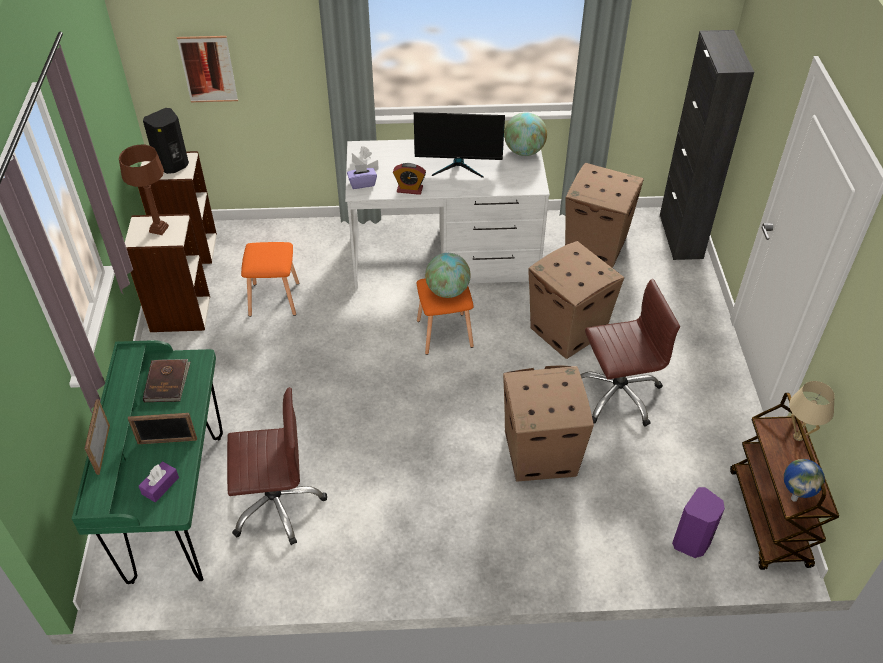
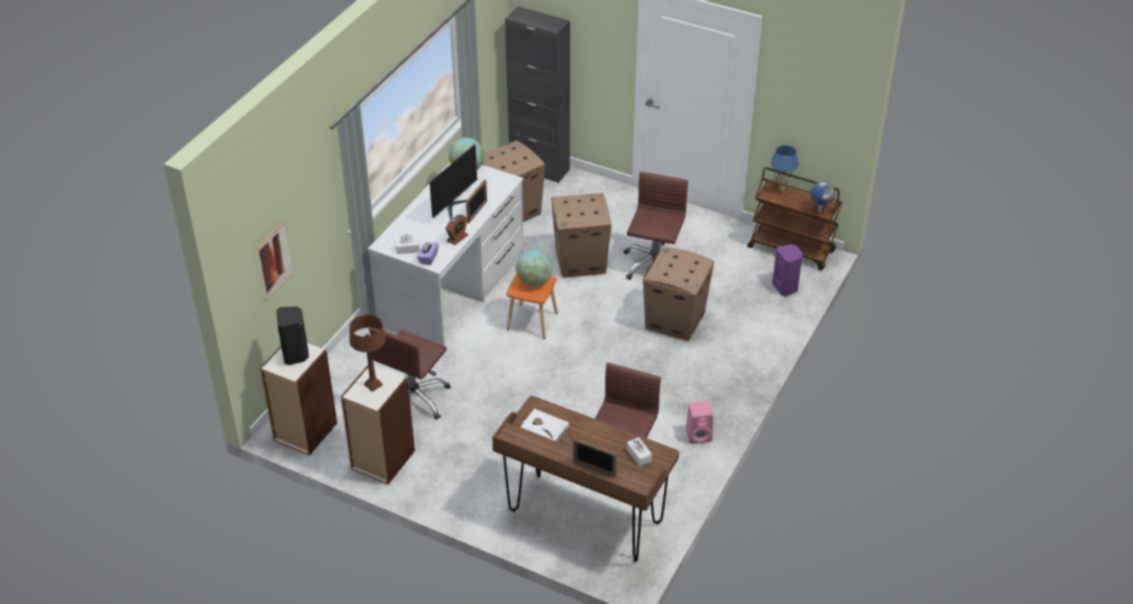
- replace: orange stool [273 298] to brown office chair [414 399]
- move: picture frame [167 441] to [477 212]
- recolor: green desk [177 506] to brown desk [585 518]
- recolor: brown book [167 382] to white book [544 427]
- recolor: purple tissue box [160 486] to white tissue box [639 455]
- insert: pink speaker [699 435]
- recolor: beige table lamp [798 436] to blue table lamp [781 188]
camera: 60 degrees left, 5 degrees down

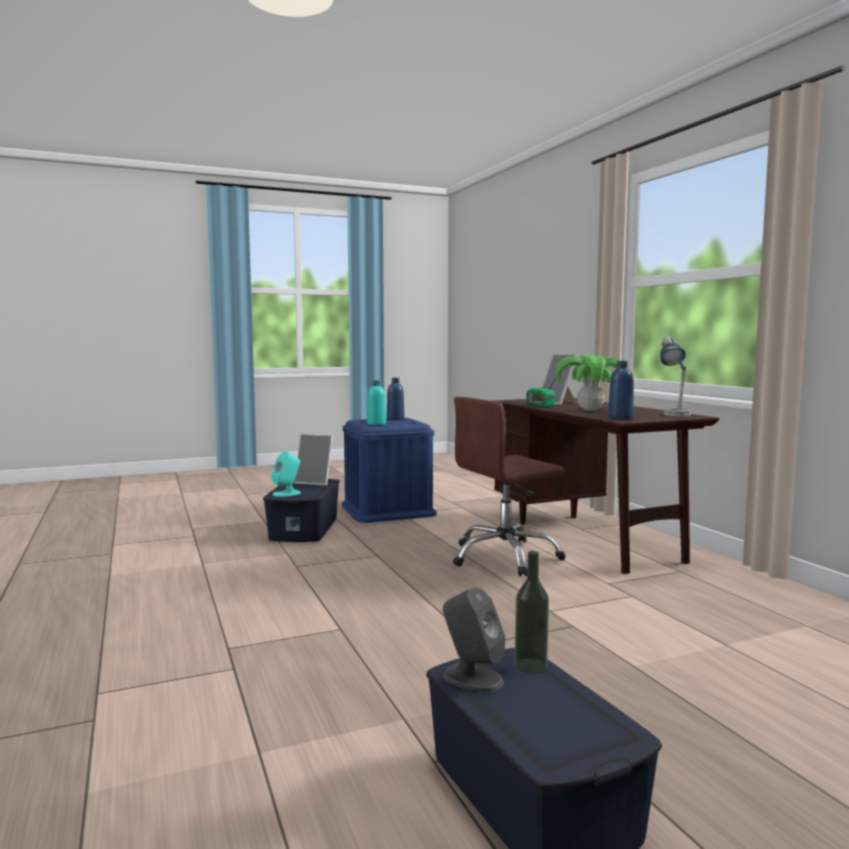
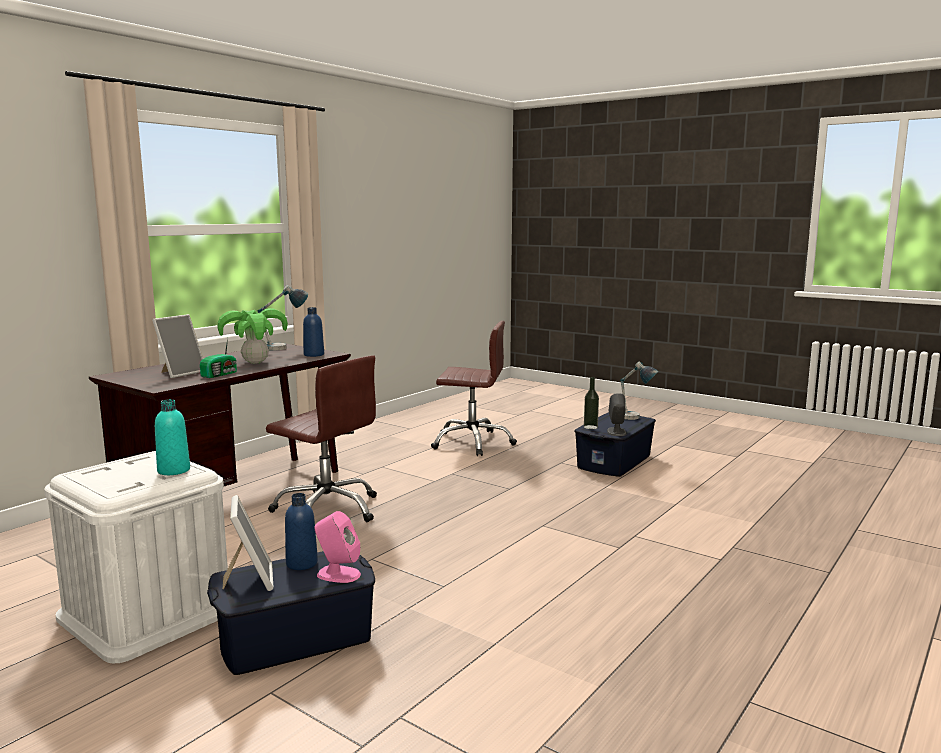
- recolor: blue storage box [387 509] to white storage box [148 612]
- move: blue bottle [395 419] to [301 563]
- recolor: turquoise speaker [287 493] to pink speaker [338 574]
- insert: brown office chair [472 442]
- insert: table lamp [635 419]
camera: 120 degrees left, 5 degrees up

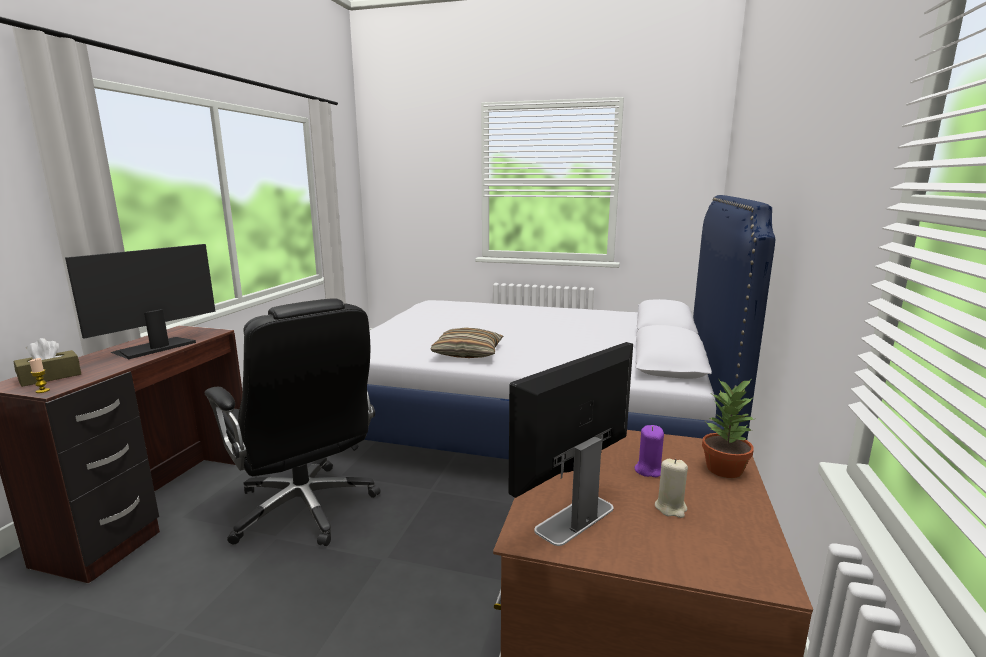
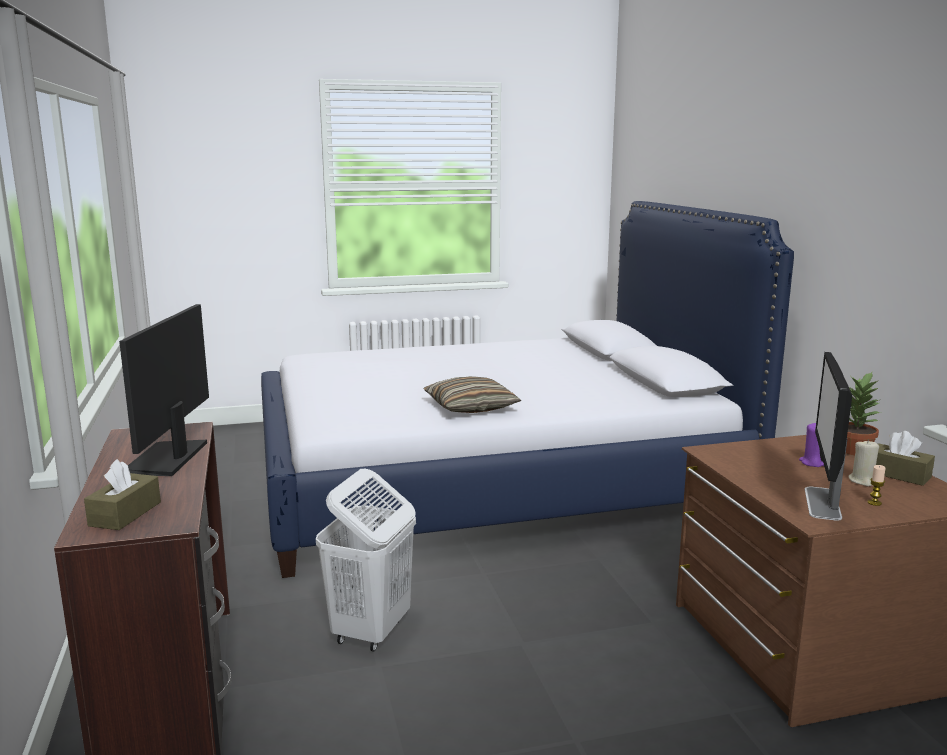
- replace: black office chair [305 508] to white laundry basket [370 631]
- move: candle [42 391] to [874 503]
- insert: brown tissue box [898 474]
camera: 30 degrees left, 0 degrees up

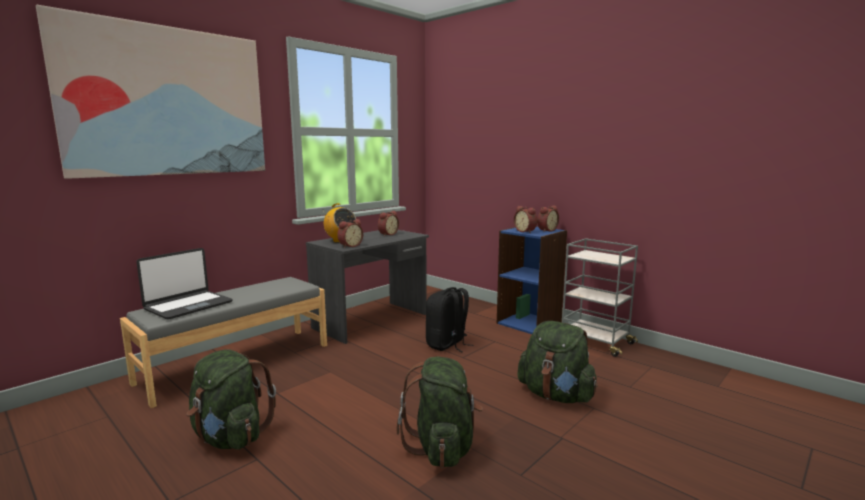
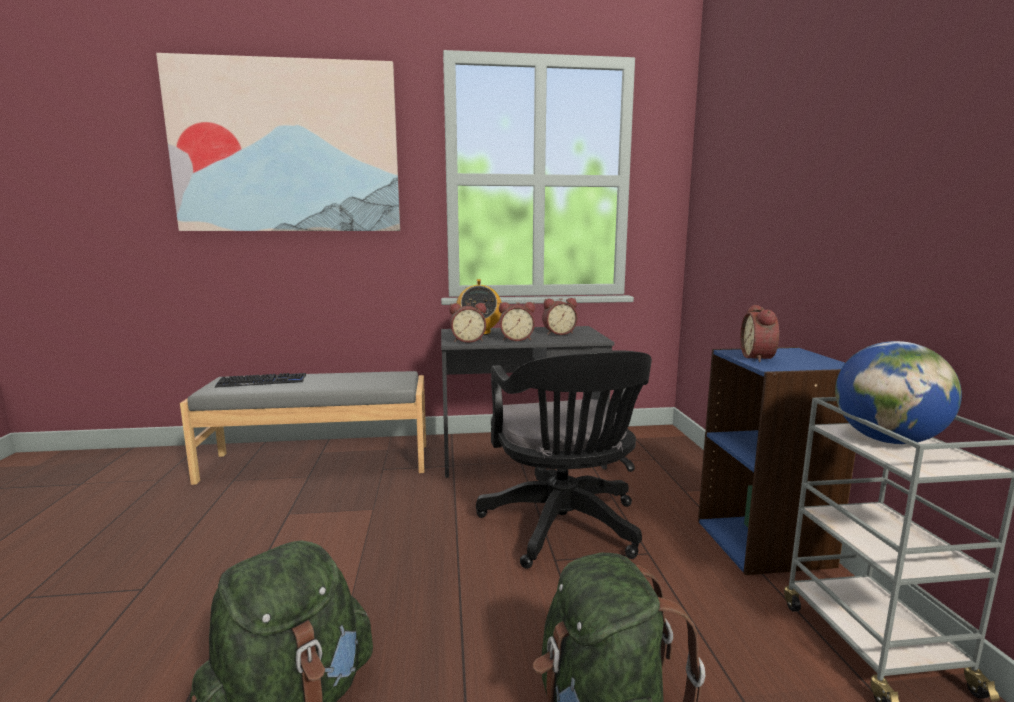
- replace: laptop [188 305] to keyboard [262 382]
- replace: black backpack [447 345] to black office chair [564 529]
- move: alarm clock [546 230] to [516 339]
- insert: globe [887 440]
- delete: green backpack [230 437]
camera: 40 degrees right, 0 degrees up

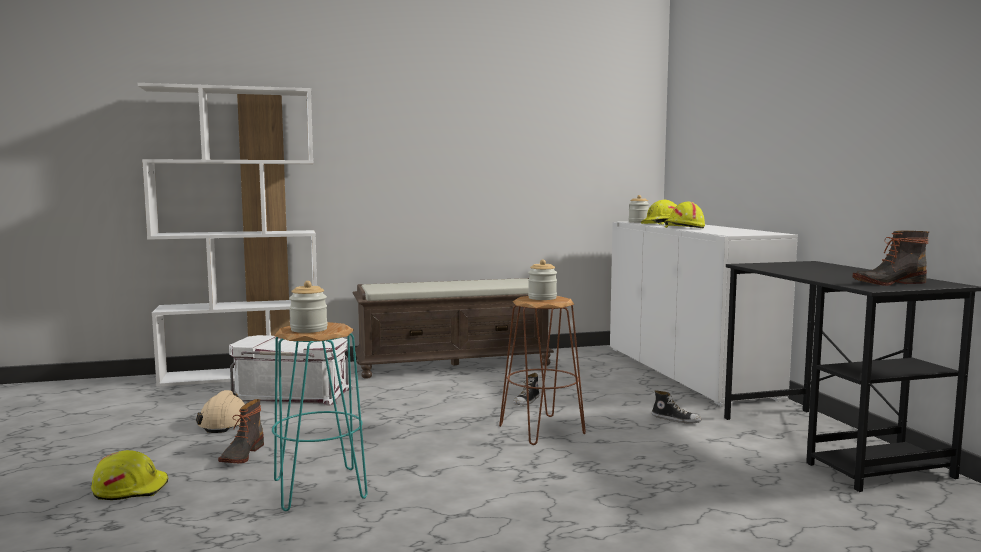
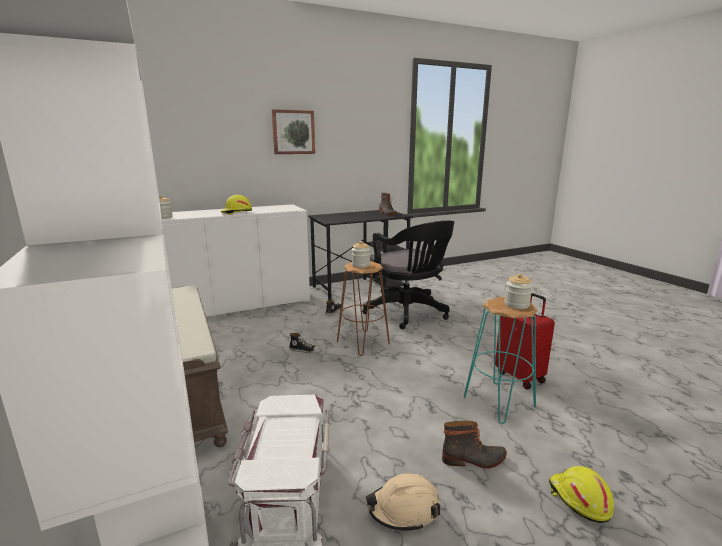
- insert: picture [293 132]
- insert: black office chair [408 313]
- insert: red suitcase [520 376]
- delete: yellow hard hat [662 224]
camera: 100 degrees left, 10 degrees up

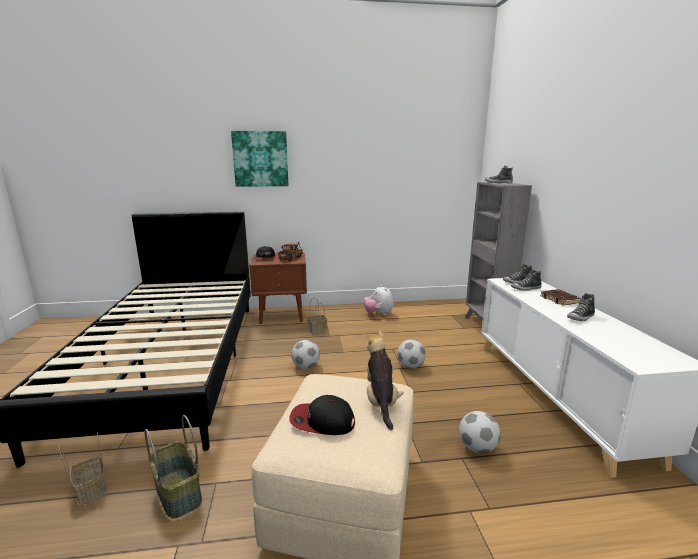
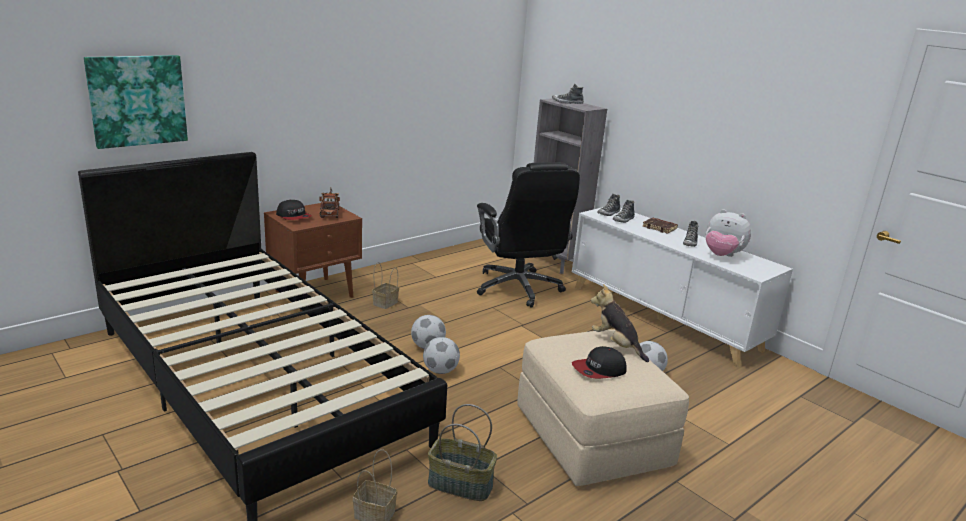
- move: picture [260 159] to [137 100]
- move: football [410 366] to [440 371]
- insert: black office chair [518 288]
- move: plush toy [378 314] to [722 255]
camera: 35 degrees left, 5 degrees up

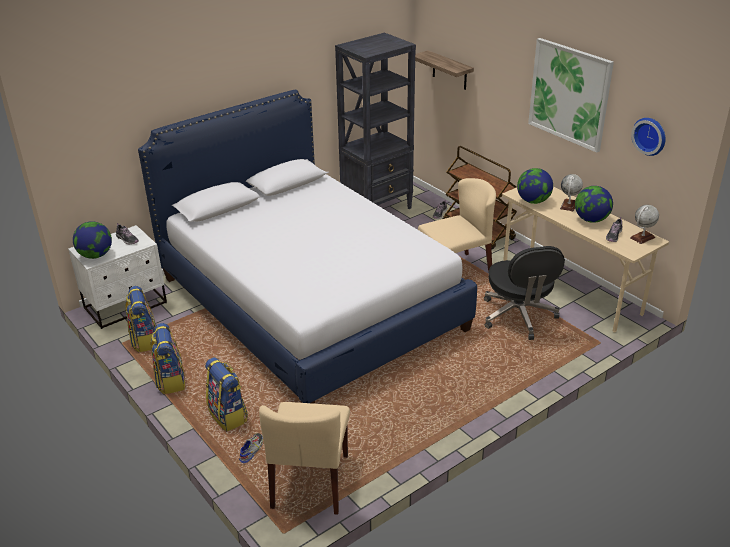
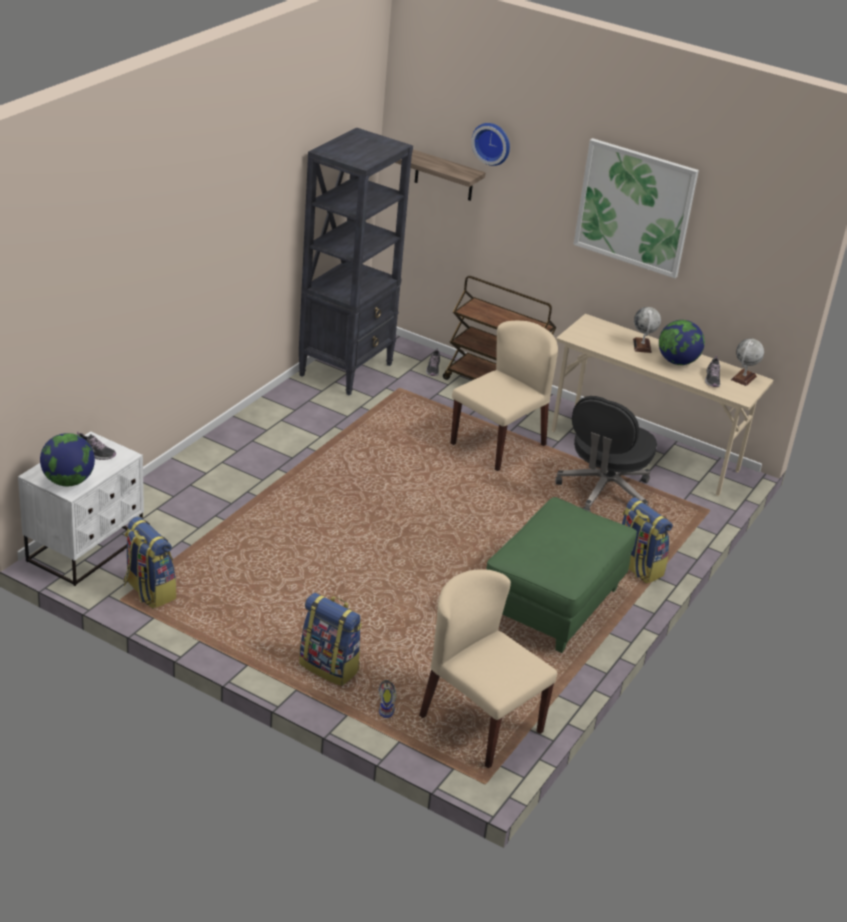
- rotate: beige chair [311 482] = [480 723] 150 degrees clockwise
- move: wall clock [650 135] to [492 143]
- insert: green ottoman [553 604]
- rotate: black office chair [518 317] = [604 492] 60 degrees clockwise
- move: backpack [170 380] to [636 568]
- delete: bed [309 303]
- delete: globe [533 201]
camera: 25 degrees left, 0 degrees up

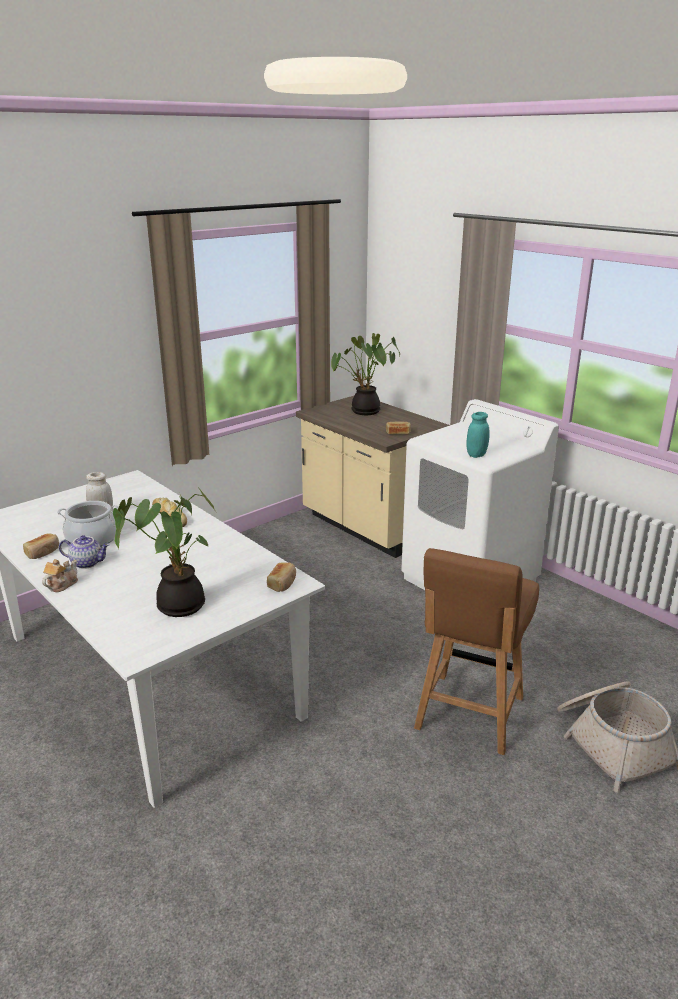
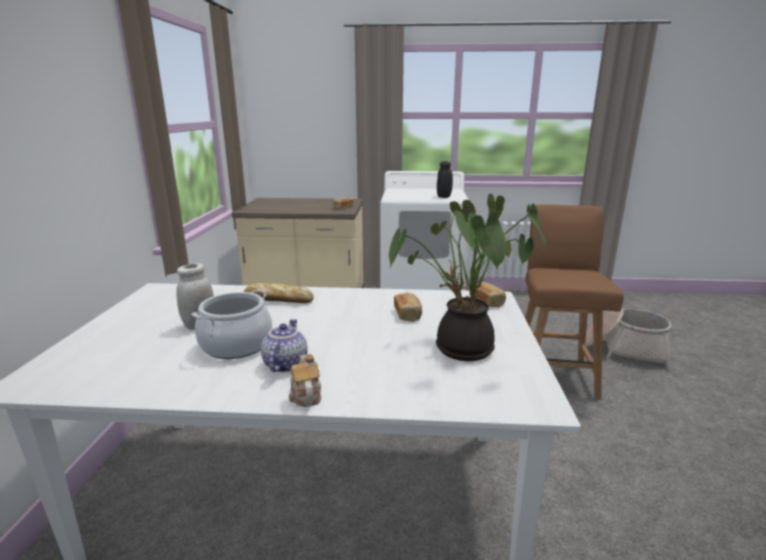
- rotate: teapot [87 563] = [284 364] 45 degrees counterclockwise
- move: bread [43 552] to [408 314]
- recolor: turquoise jar [476 455] to black jar [444 197]
- rotate: brown chair [468 714] = [554 374] 150 degrees counterclockwise
- delete: potted plant [364 412]
camera: 45 degrees left, 5 degrees down

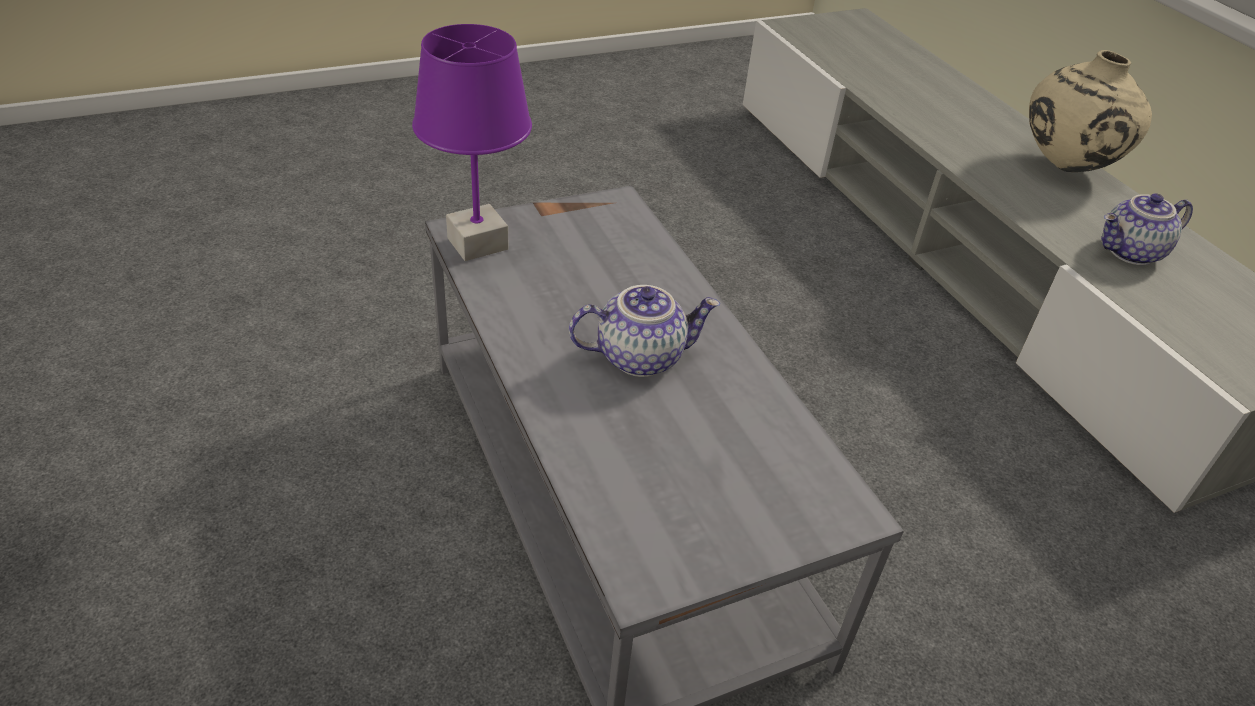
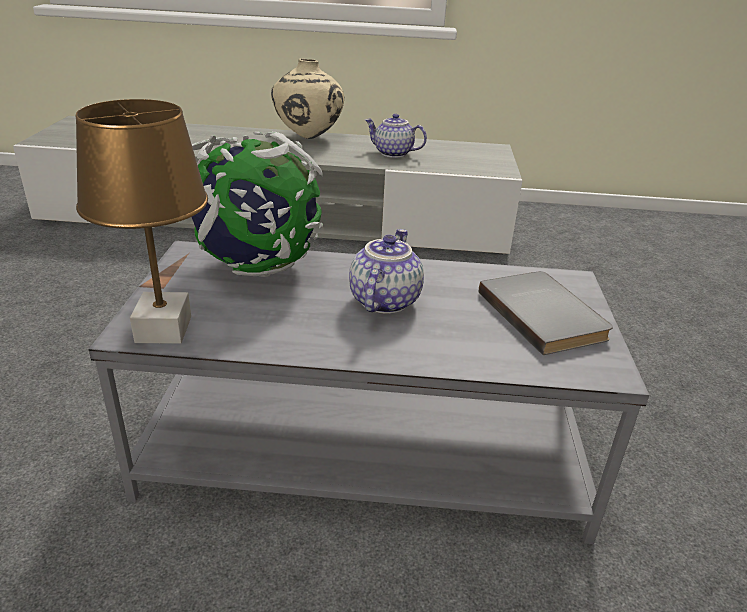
- recolor: purple table lamp [477 244] to brown table lamp [164 330]
- insert: globe [257 267]
- rotate: teapot [1131 253] = [392 153] 105 degrees clockwise
- insert: grey book [545 314]
camera: 60 degrees left, 10 degrees down

